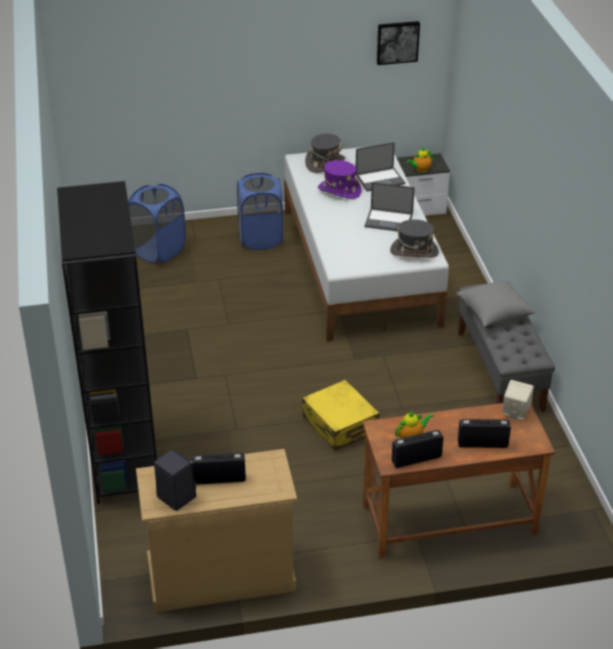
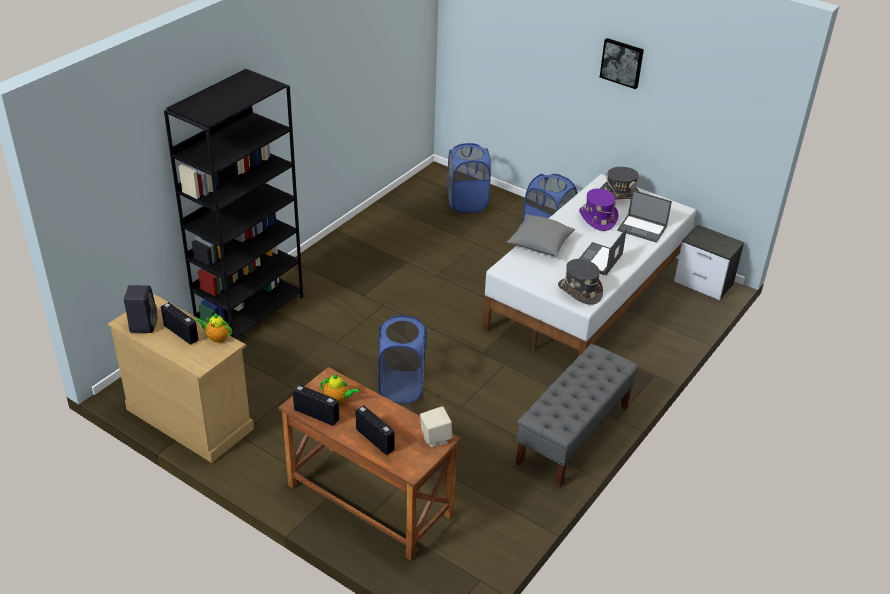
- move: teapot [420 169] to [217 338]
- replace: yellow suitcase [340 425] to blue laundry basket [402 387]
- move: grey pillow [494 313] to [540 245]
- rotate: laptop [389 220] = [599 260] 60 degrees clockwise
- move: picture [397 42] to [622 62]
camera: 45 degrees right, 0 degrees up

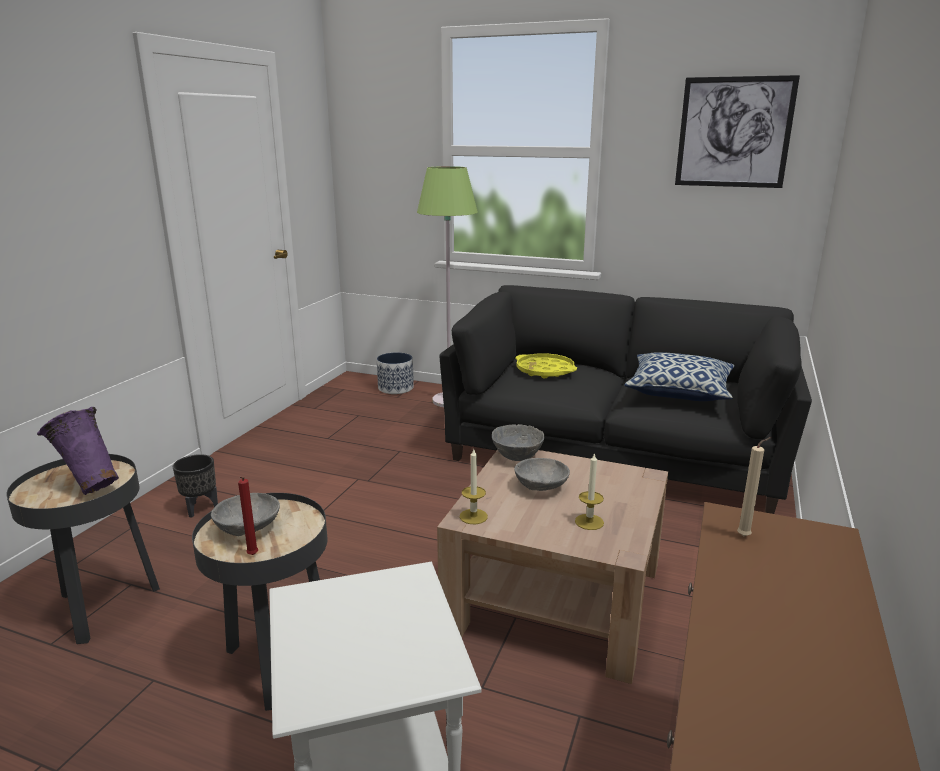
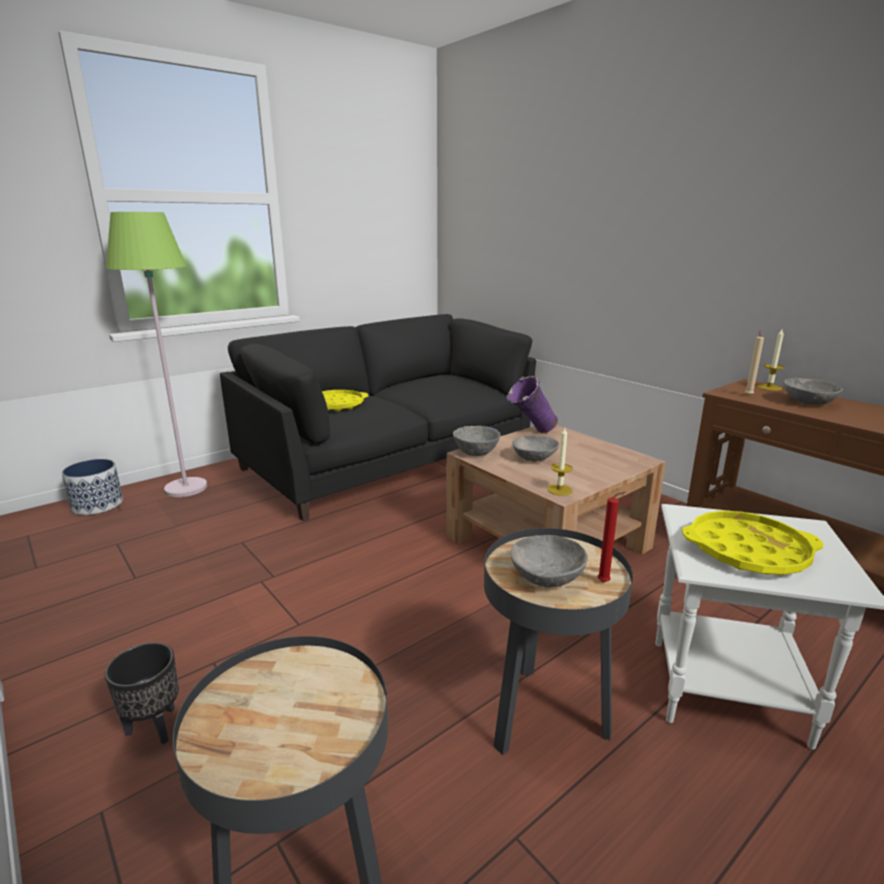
- move: purple vase [89 486] to [530 433]
- insert: yellow tray [747 551]
- move: candle [589 522] to [769 387]
- insert: grey bowl [807 402]
- delete: pillow [679 392]
- delete: picture [734 132]
camera: 60 degrees left, 0 degrees up

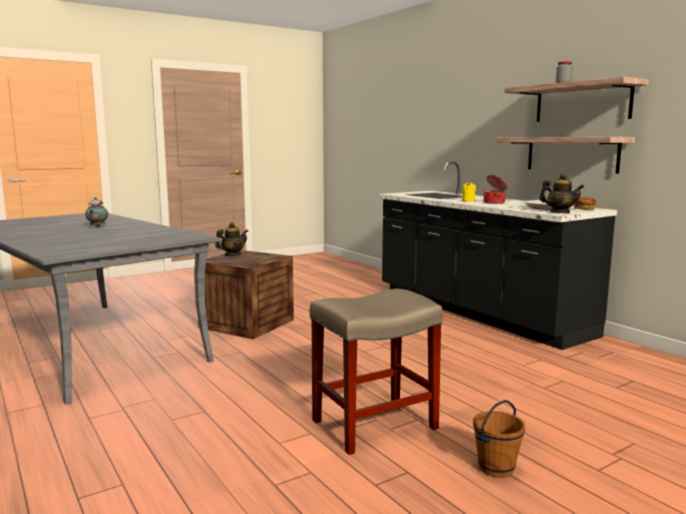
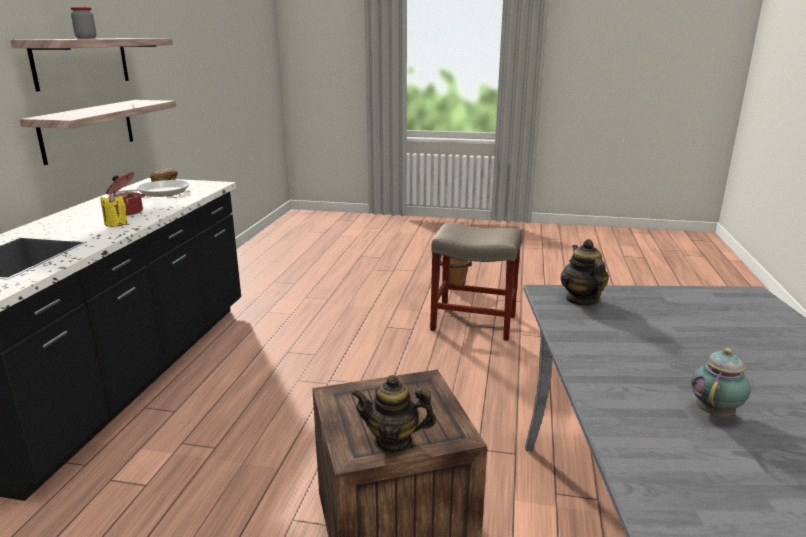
- move: teapot [560 213] to [581 300]
camera: 135 degrees left, 10 degrees up

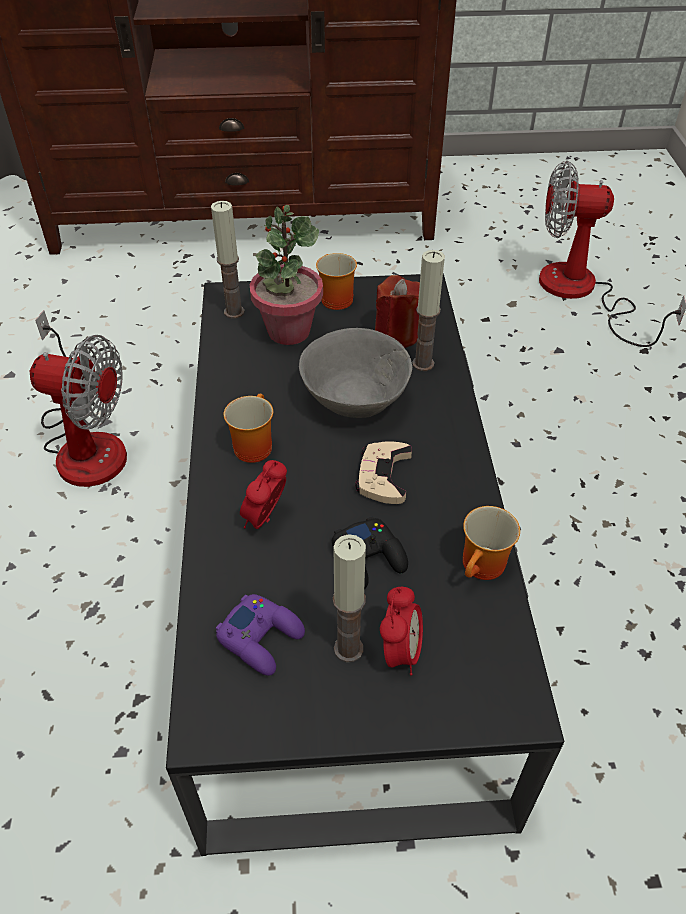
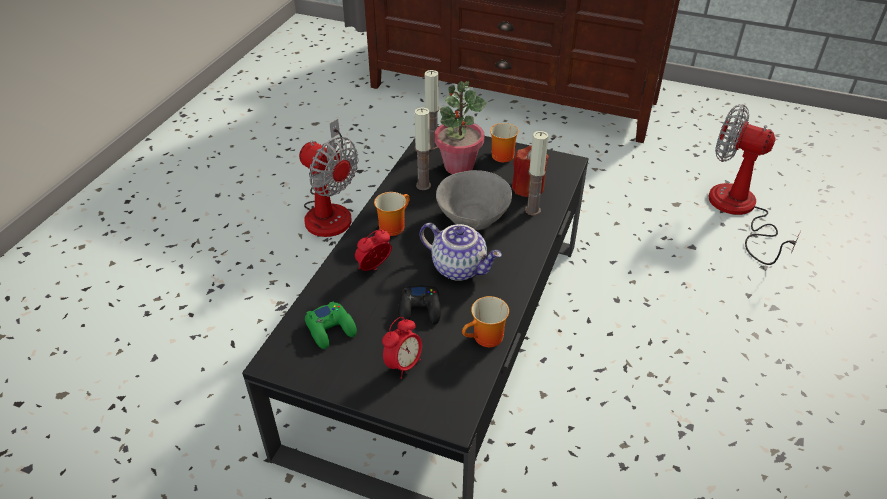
- recolor: purple game controller [261 638] to green game controller [331 329]
- move: candle [348 649] to [423 185]
- replace: beige game controller [383 476] to teapot [460 267]
camera: 25 degrees right, 5 degrees down

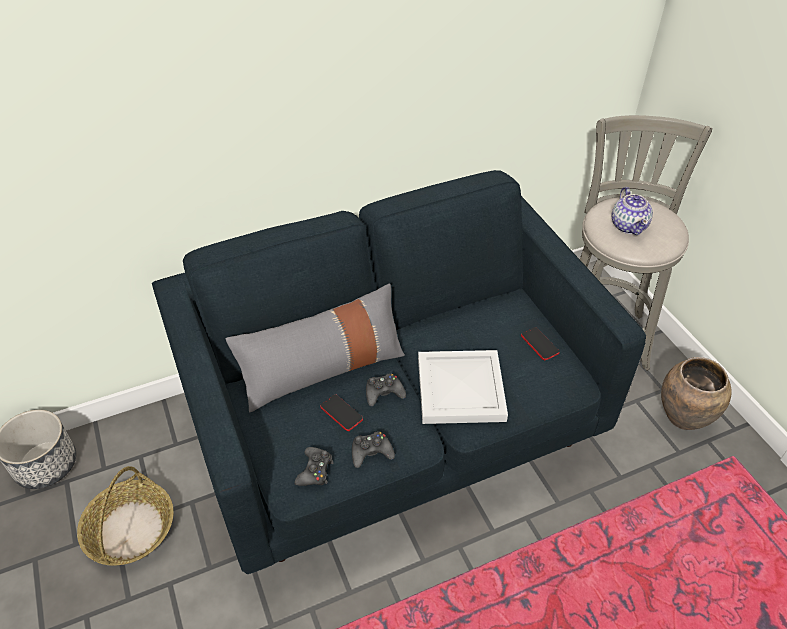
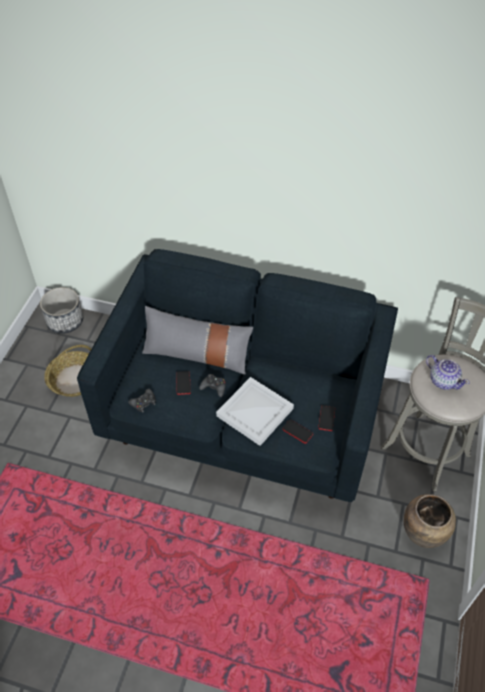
- insert: phone [297 432]
- rotate: teapot [628 225] = [443 380] 75 degrees counterclockwise
- delete: black game controller [371 452]
camera: 40 degrees right, 5 degrees up

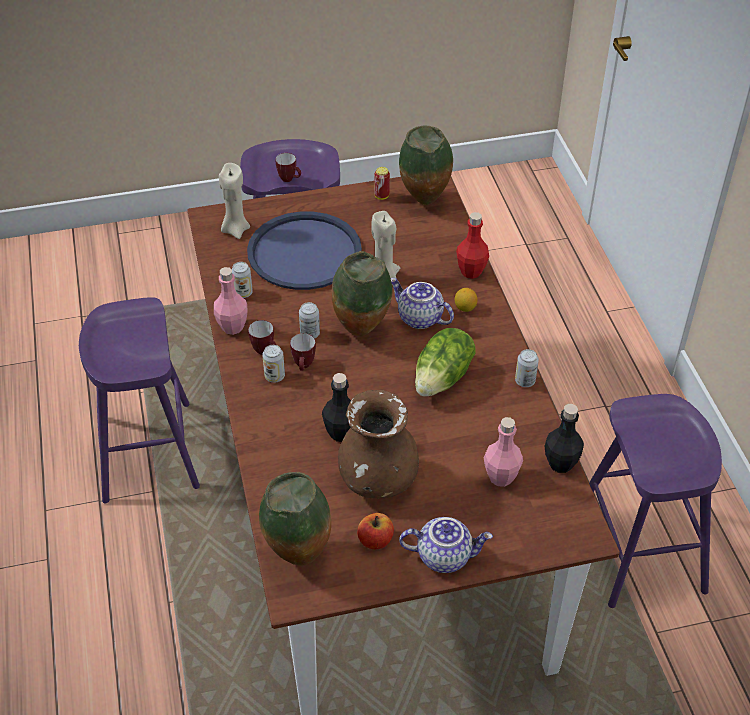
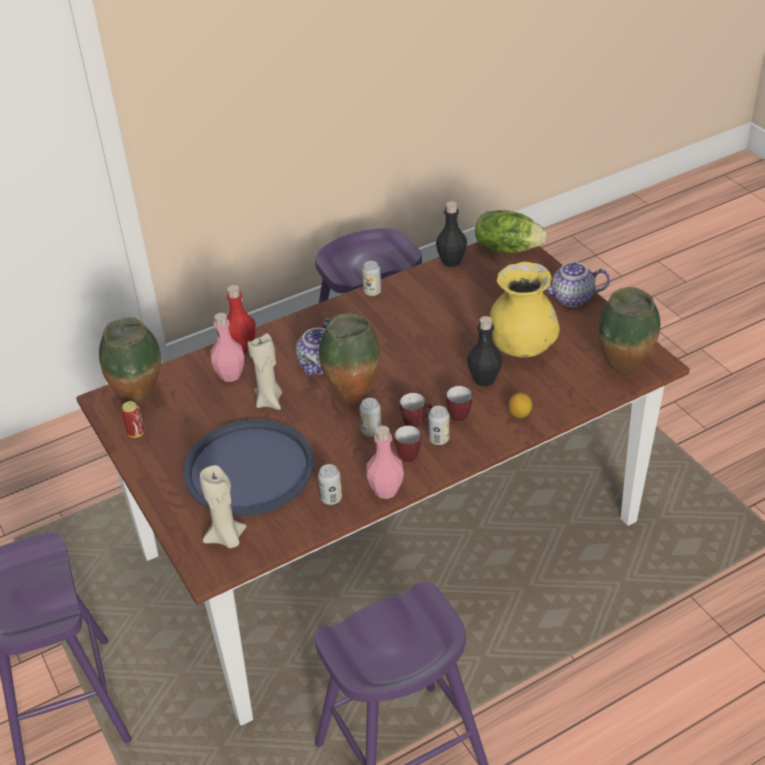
- move: pink bottle [501 477] to [230 375]
- move: mug [289 179] to [459 414]
- move: lettuce [443 378] to [507 248]
- recolor: brown vase [378 479] to yellow vase [521 347]
- move: lemon [465 308] to [520 414]
- rotate: teapot [444 555] = [571 299] 75 degrees counterclockwise
- delete: apple [375 540]
camera: 105 degrees left, 5 degrees down

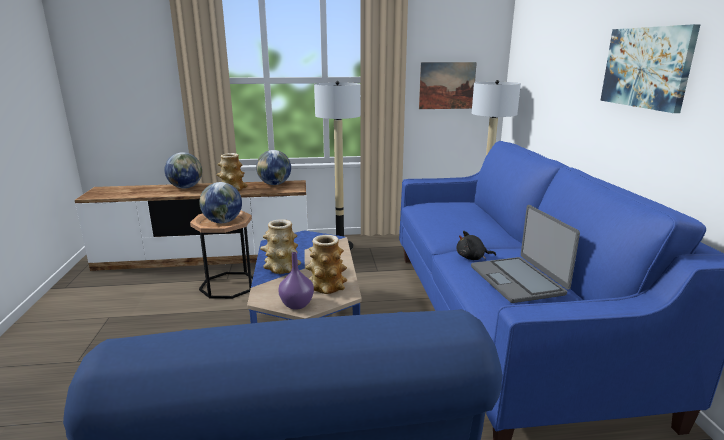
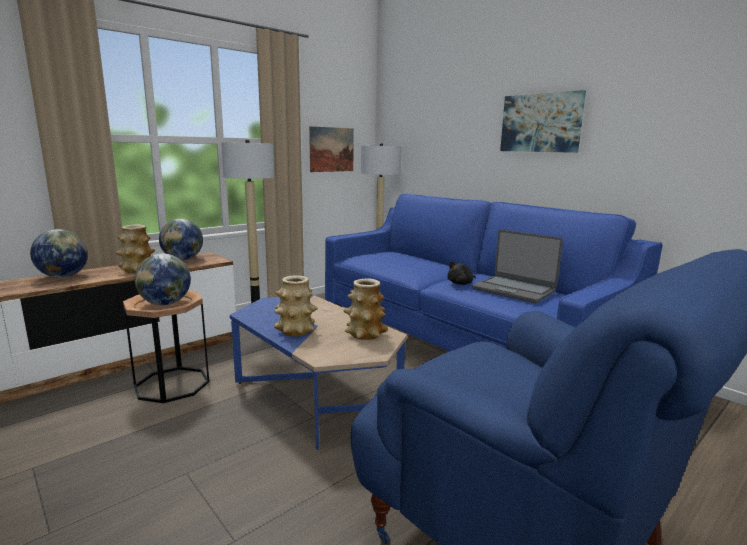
- delete: purple vase [297 304]
camera: 35 degrees left, 5 degrees down

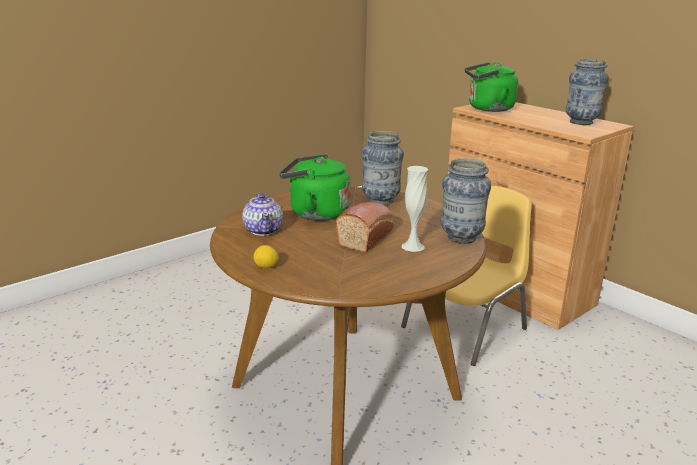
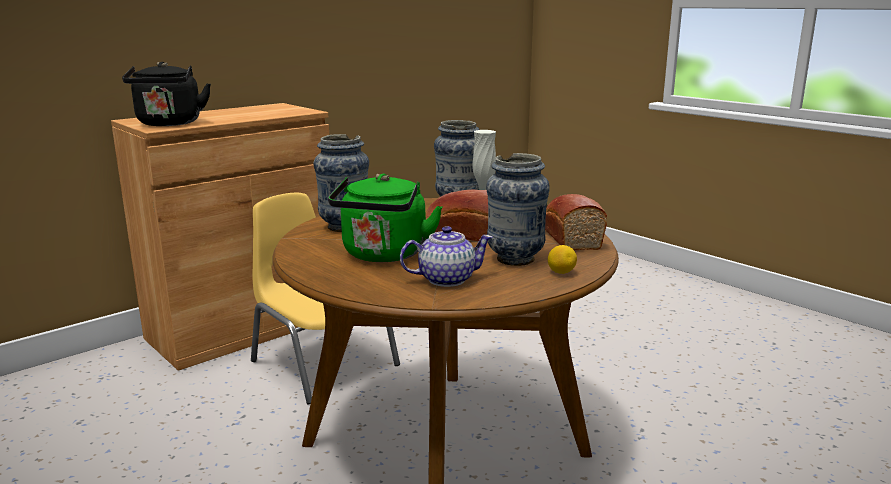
- recolor: green kettle [488 108] to black kettle [169 124]
- move: vase [581 122] to [515 259]
- insert: bread [569 237]
camera: 90 degrees left, 5 degrees down

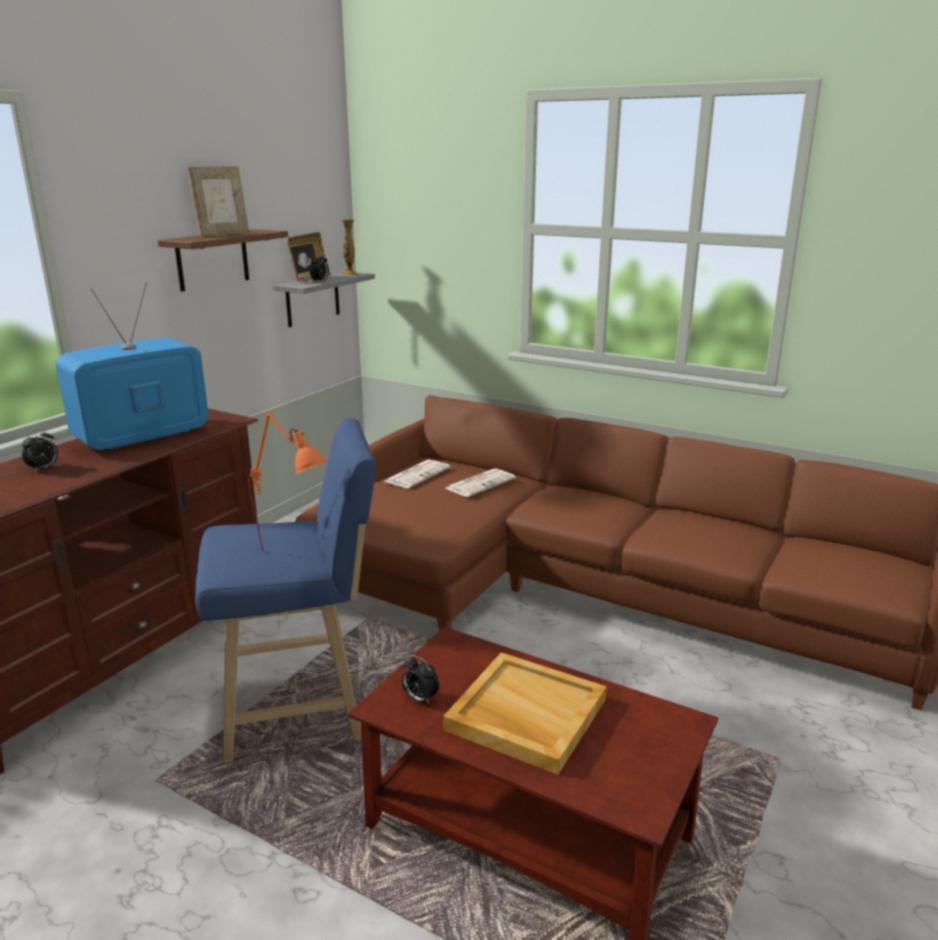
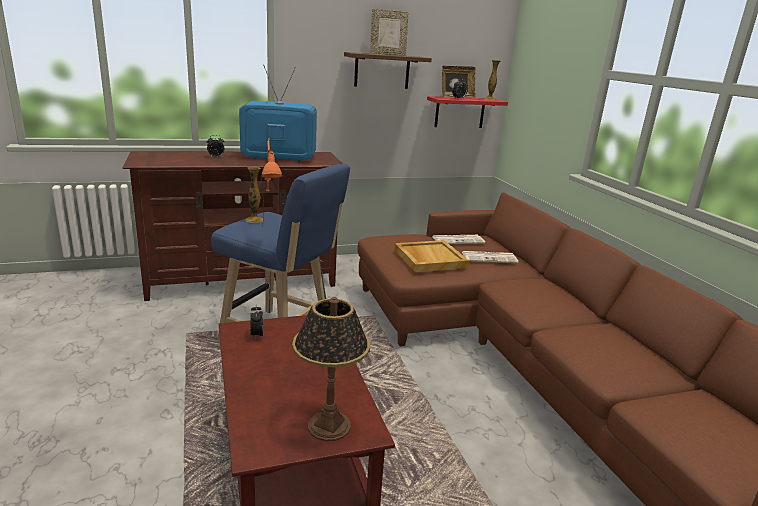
- insert: vase [254 220]
- insert: table lamp [328 426]
- move: beige tray [525 715] to [429 258]
- recolor: grey shelf [312 299] to red shelf [459 112]
camera: 40 degrees right, 0 degrees up

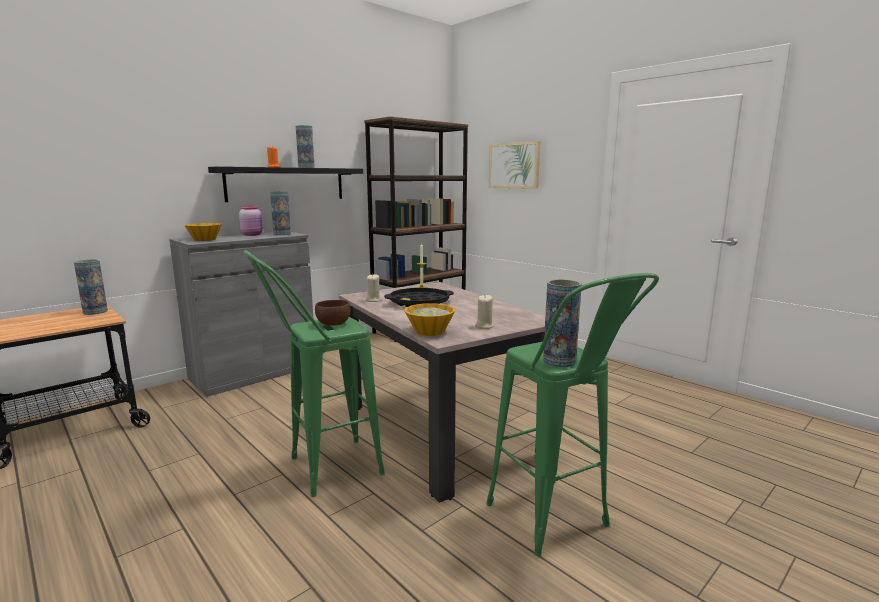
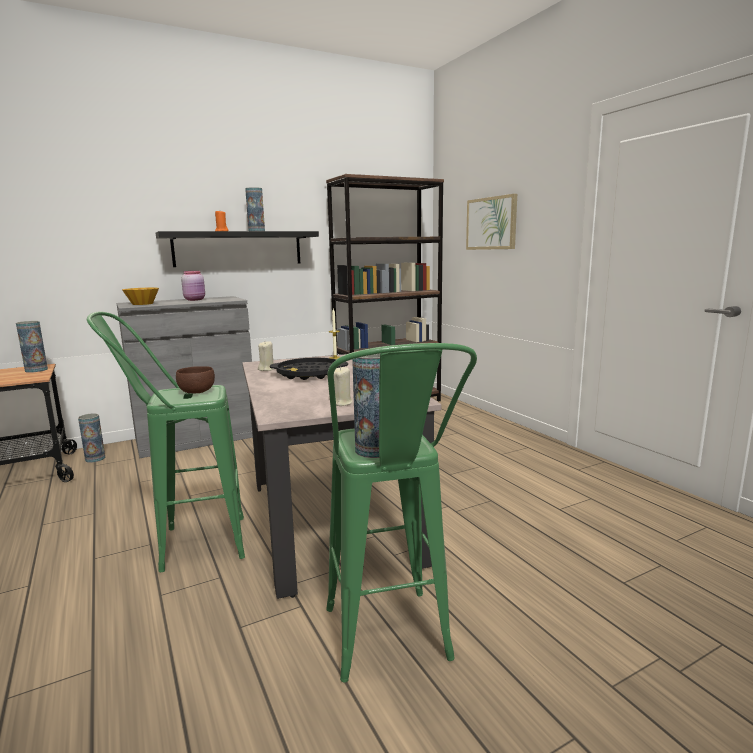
- move: vase [282 234] to [95 459]
- delete: bowl [430 331]
camera: 15 degrees right, 0 degrees up

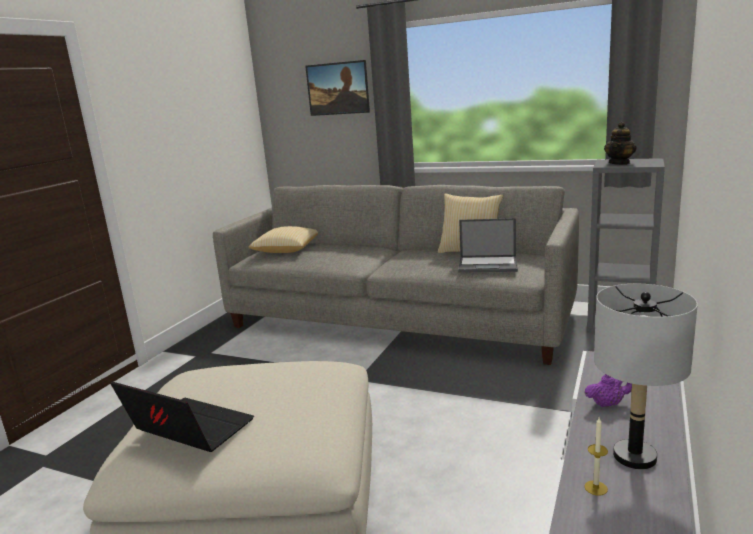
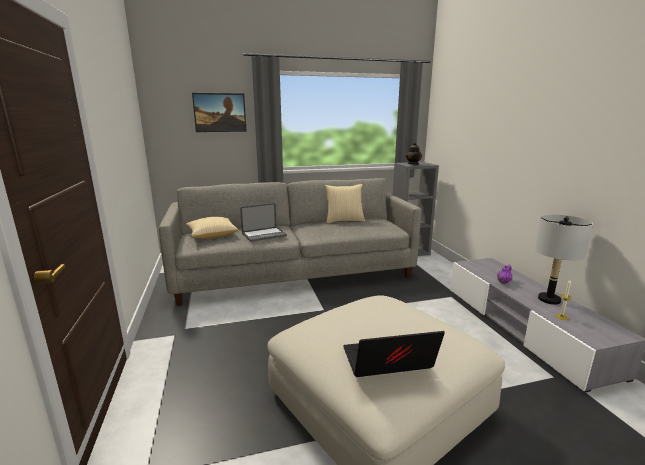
- move: laptop [488 264] to [264 234]
camera: 40 degrees left, 0 degrees up

